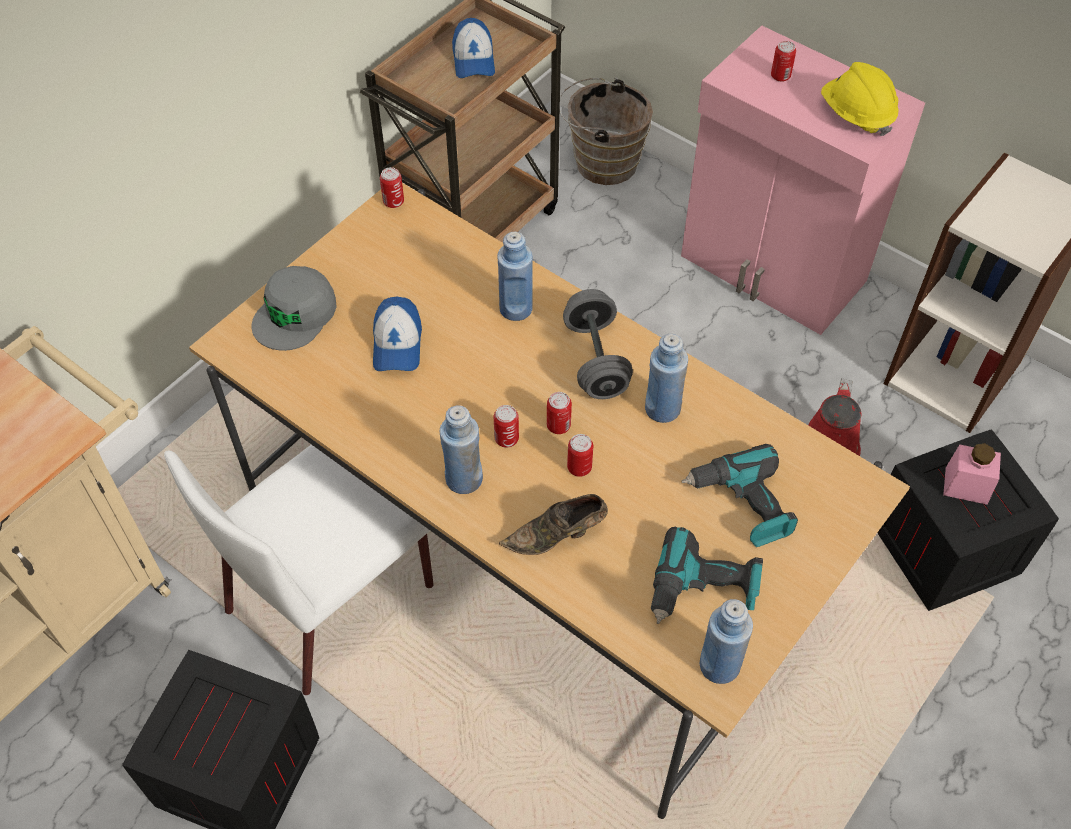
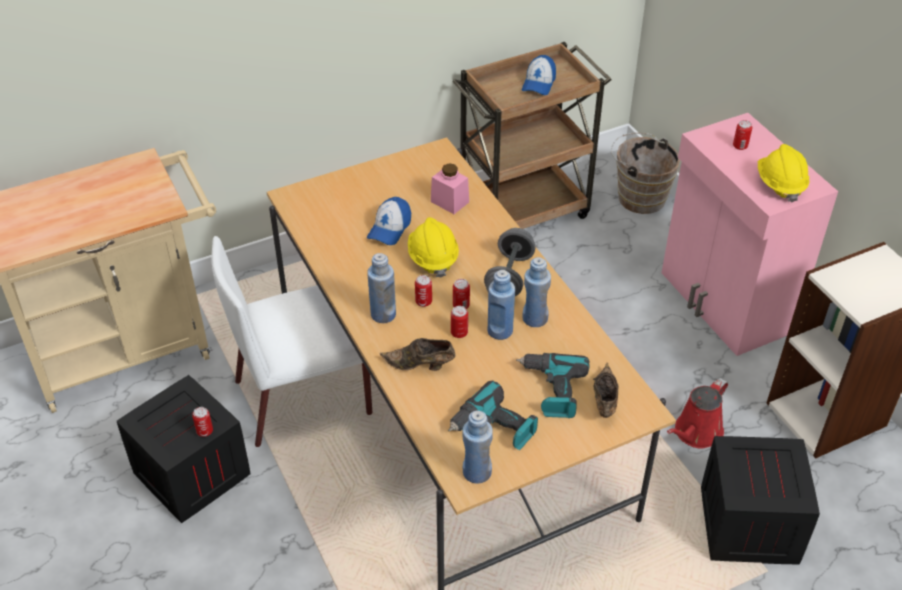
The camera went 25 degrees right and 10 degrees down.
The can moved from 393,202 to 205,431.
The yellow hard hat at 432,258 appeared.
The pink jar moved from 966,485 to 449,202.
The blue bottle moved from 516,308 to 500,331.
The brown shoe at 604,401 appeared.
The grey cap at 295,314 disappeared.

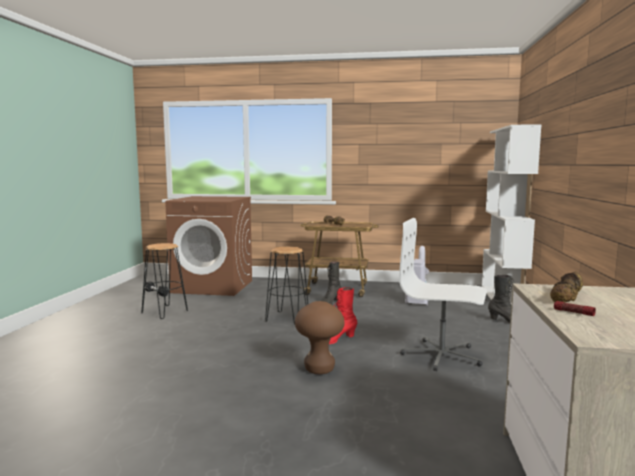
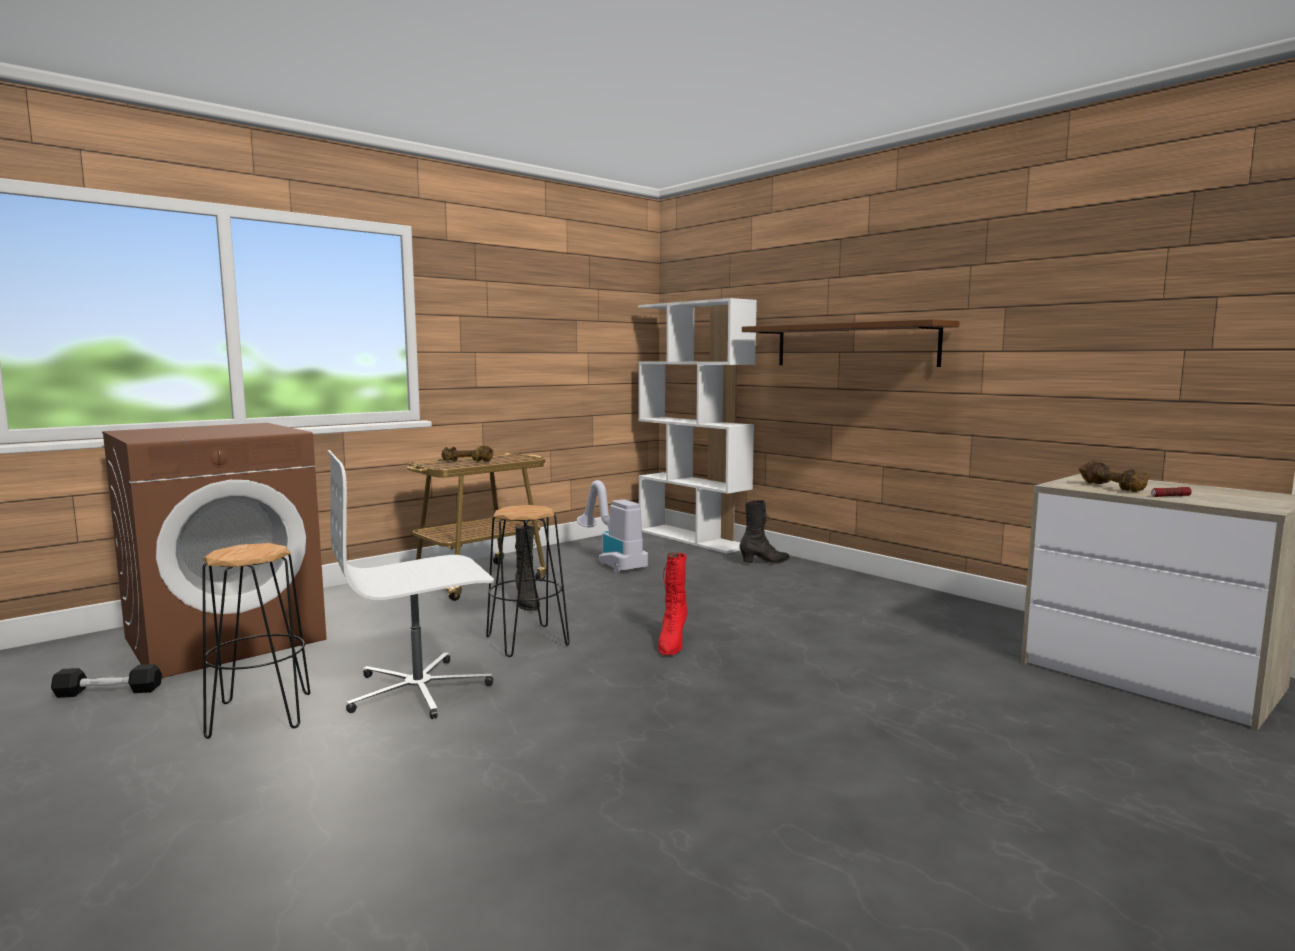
The camera went 50 degrees left and 0 degrees up.
The white office chair moved from 441,356 to 419,690.
The brown shelf at 854,345 appeared.
The brown stool at 319,369 disappeared.

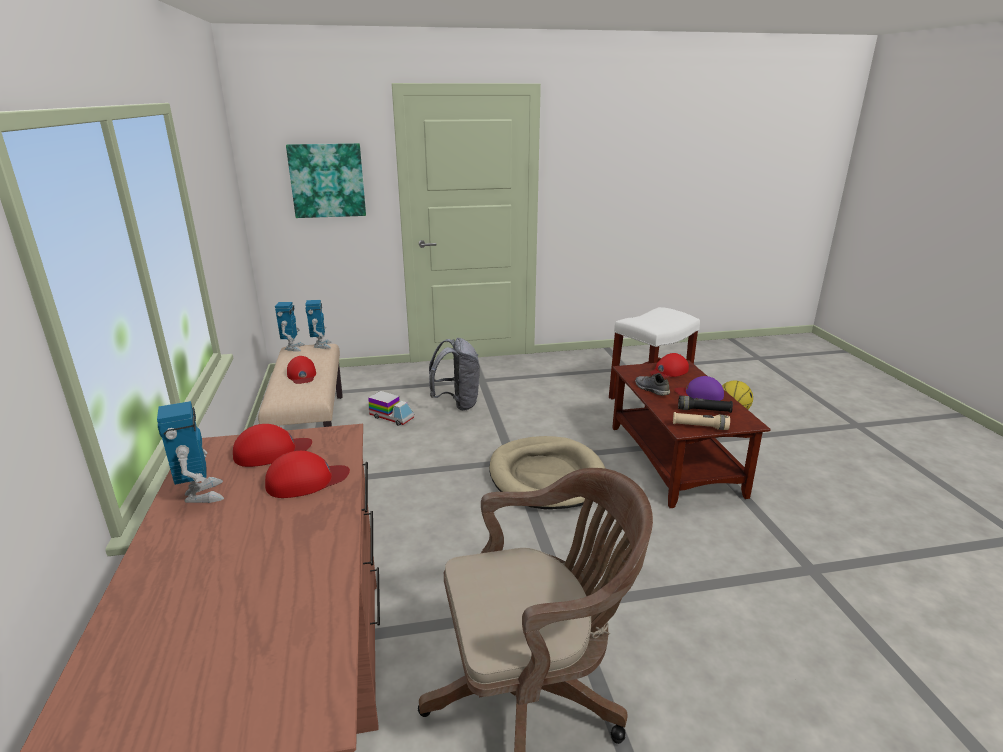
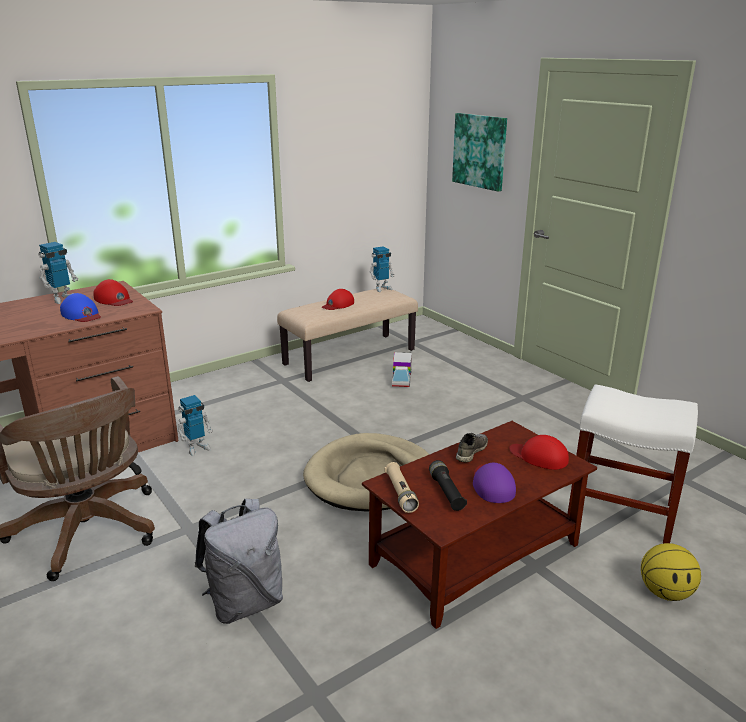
The camera went 65 degrees right and 0 degrees up.
The red cap at 306,480 became the blue cap at 81,314.
The toy robot moved from 321,345 to 197,448.
The grey backpack moved from 457,403 to 245,602.

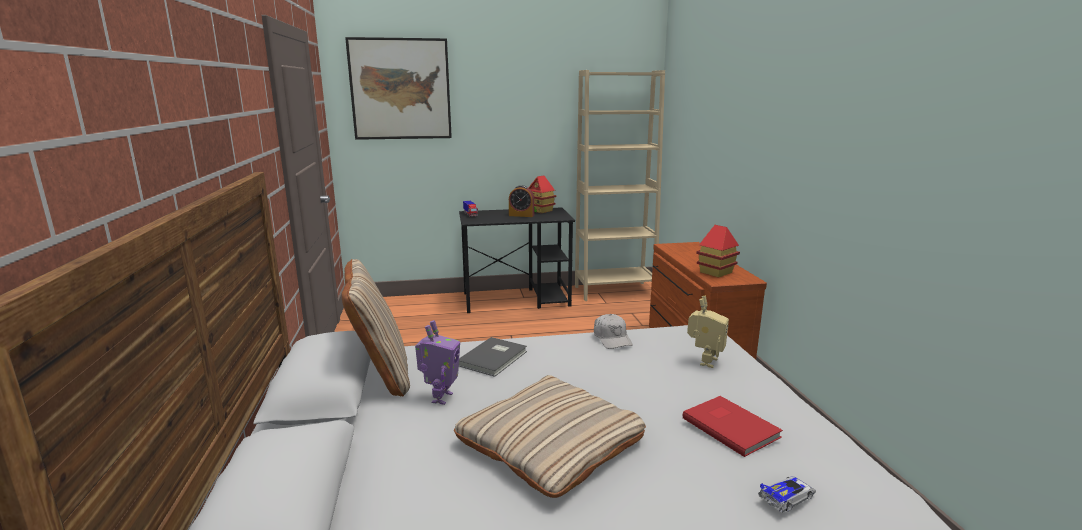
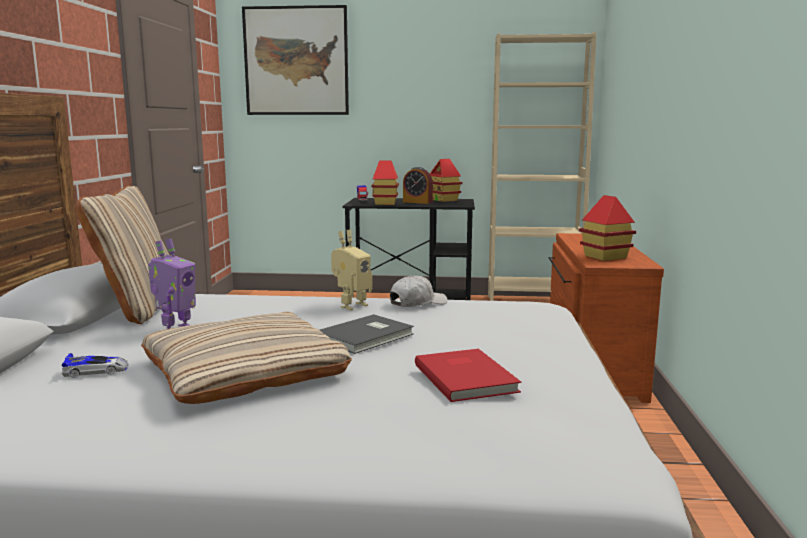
The camera went 15 degrees right and 5 degrees down.
The toy car moved from 788,496 to 96,371.
The grey book moved from 494,358 to 367,337.
The toy robot moved from 704,361 to 351,305.
The toy house at 385,203 appeared.
The white cap at 612,339 turned 120 degrees counterclockwise.

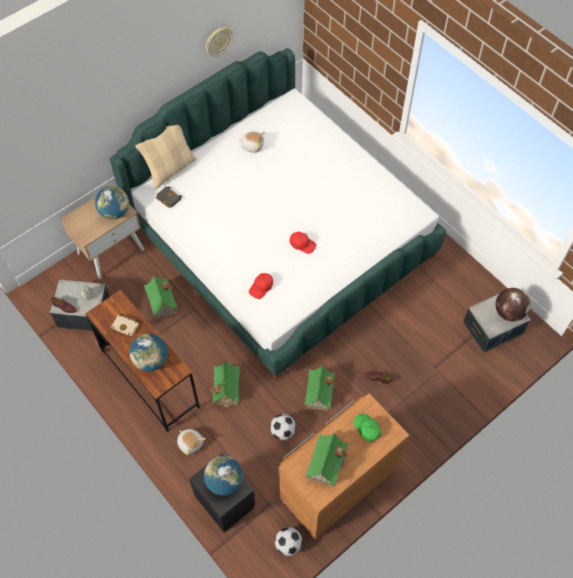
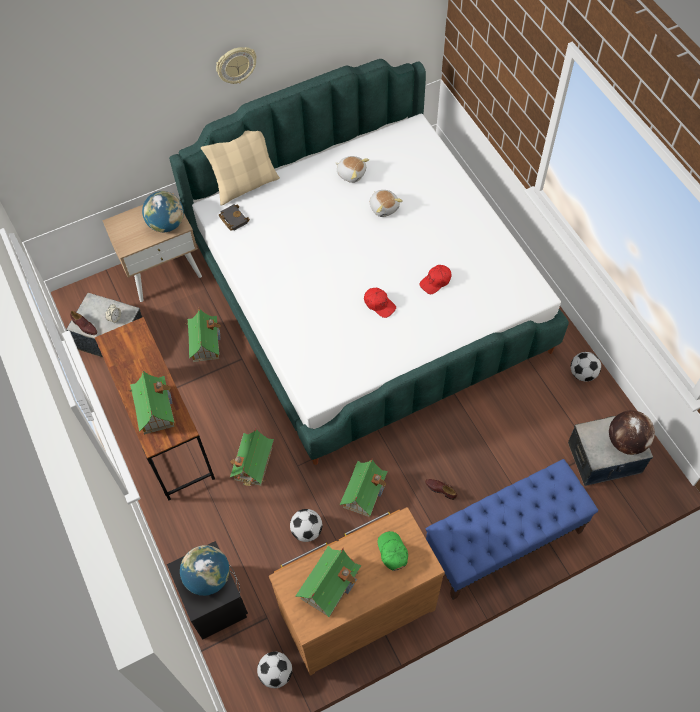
The camera went 15 degrees right and 0 degrees up.
The globe at 151,360 was replaced by the toy house at 155,409.
The wall clock moved from 218,41 to 236,65.
The plush toy moved from 190,443 to 384,207.
The red cap moved from 261,287 to 436,281.
The blue bench at 503,542 appeared.
The football at 582,373 appeared.
The beige book at 126,326 disappeared.

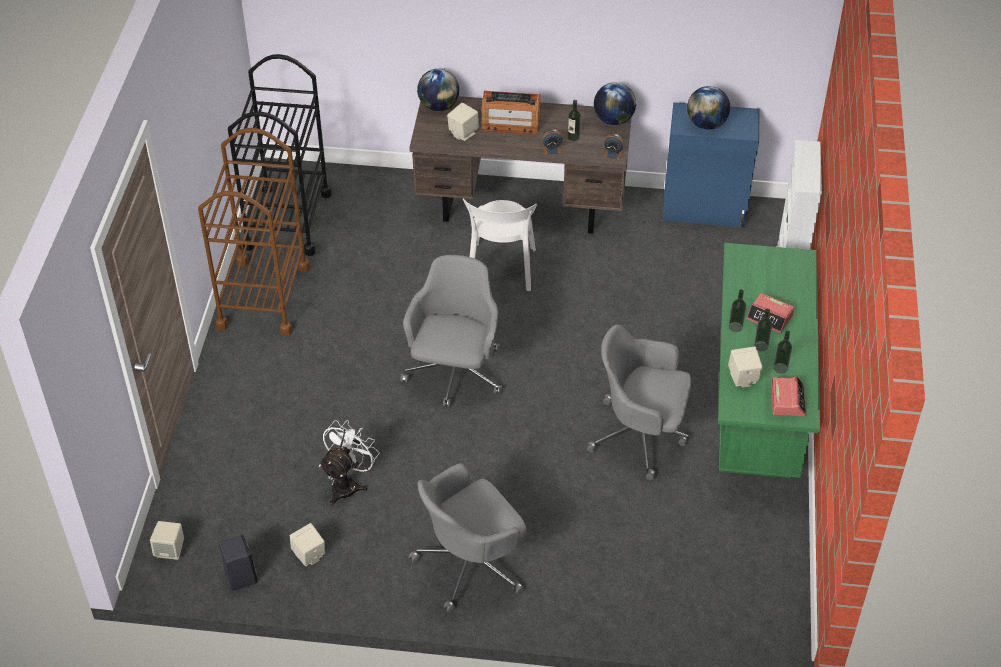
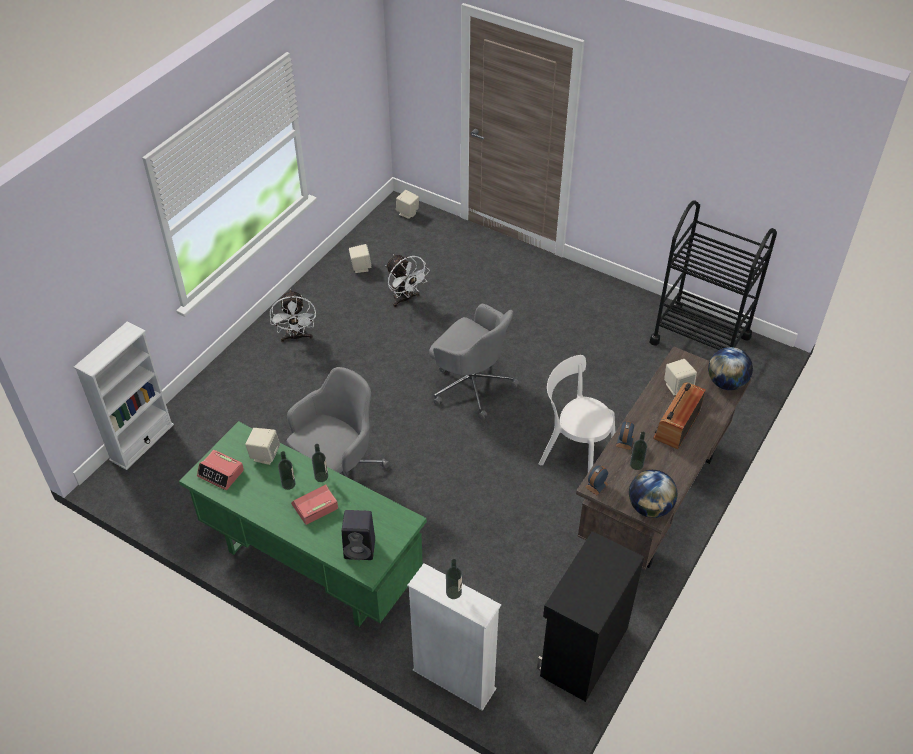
The camera went 115 degrees right and 0 degrees up.
The white bookcase at 141,442 appeared.
The grey office chair at 471,564 was replaced by the white fan at 296,337.
The black speaker moved from 240,575 to 361,548.
The bottle moved from 780,368 to 453,592.
The blue cabinet at 705,210 became the black cabinet at 582,651.
The brown cart at 263,297 disappeared.
The globe at 706,124 disappeared.

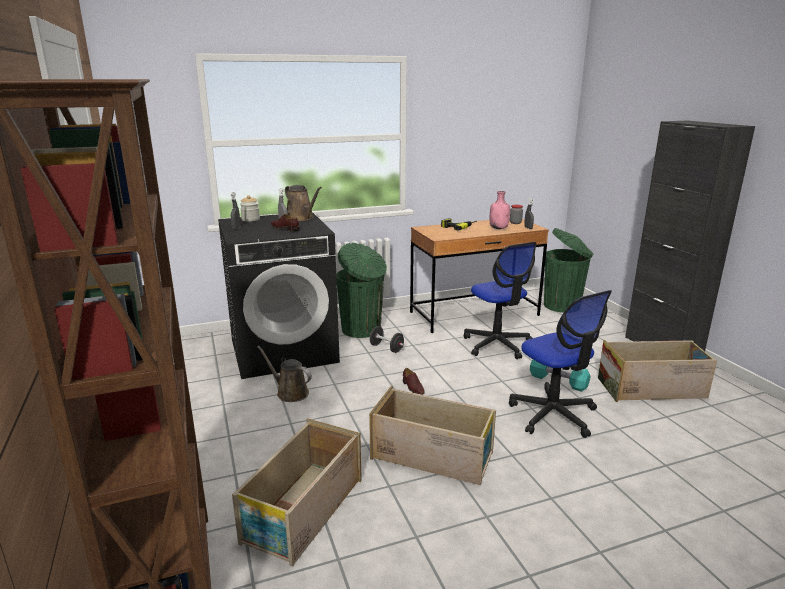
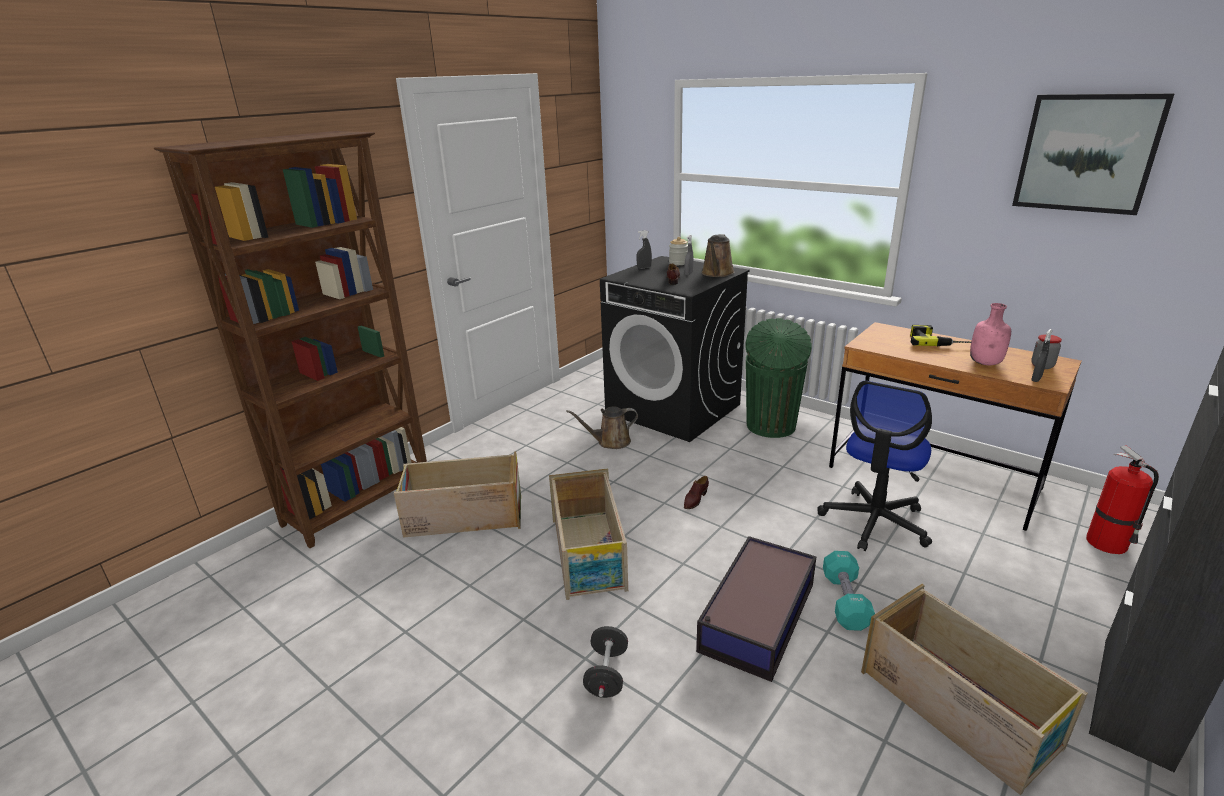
The camera went 60 degrees right and 5 degrees up.
The brown watering can at 290,392 turned 105 degrees counterclockwise.
The black dumbbell moved from 386,348 to 607,674.
The office chair at 553,414 was replaced by the storage box at 756,617.
The picture at 1087,153 appeared.
The green trash can at 563,306 was replaced by the fire extinguisher at 1108,544.

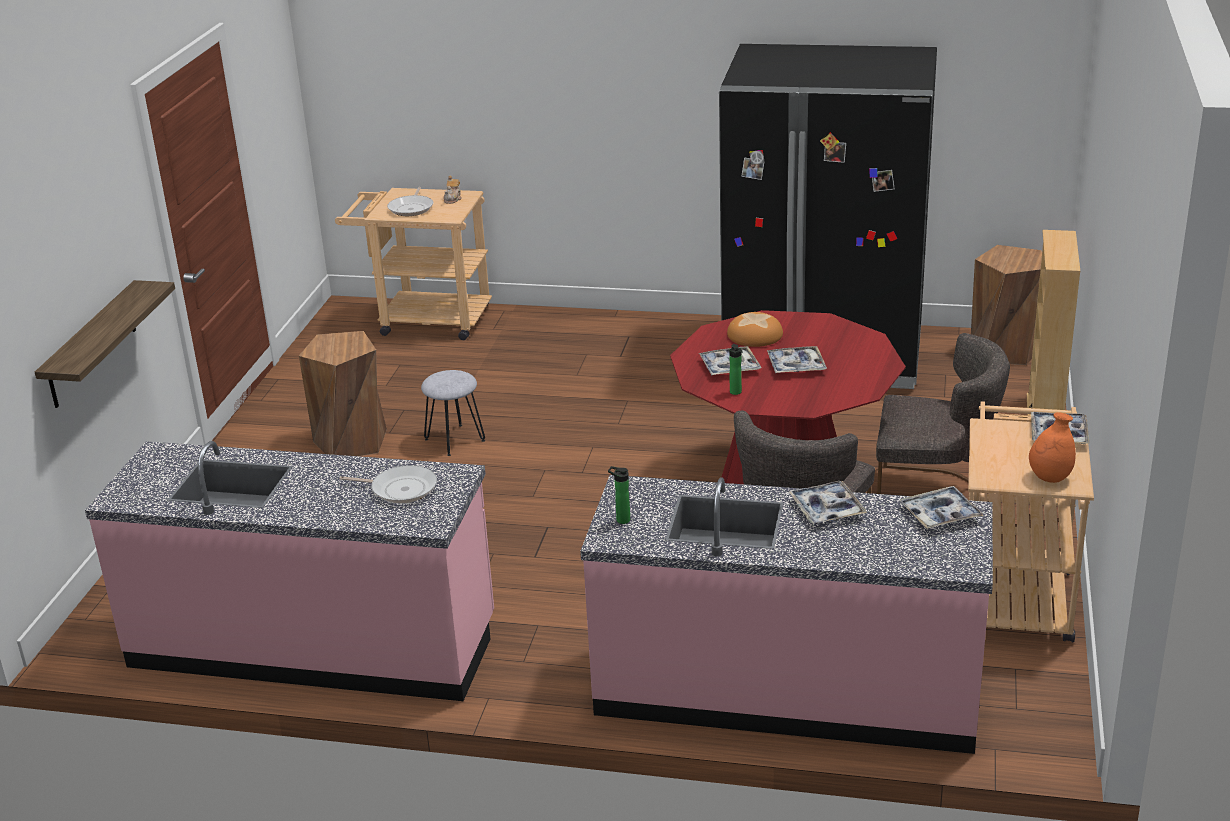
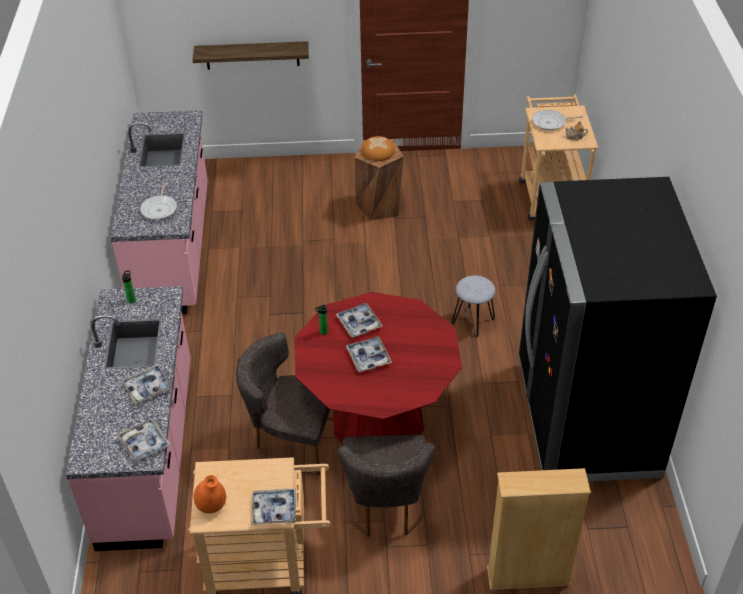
The camera went 75 degrees right and 15 degrees up.
The bread moved from 755,335 to 378,151.
The grey stool moved from 454,440 to 473,321.
The brown stool at 1005,350 disappeared.

